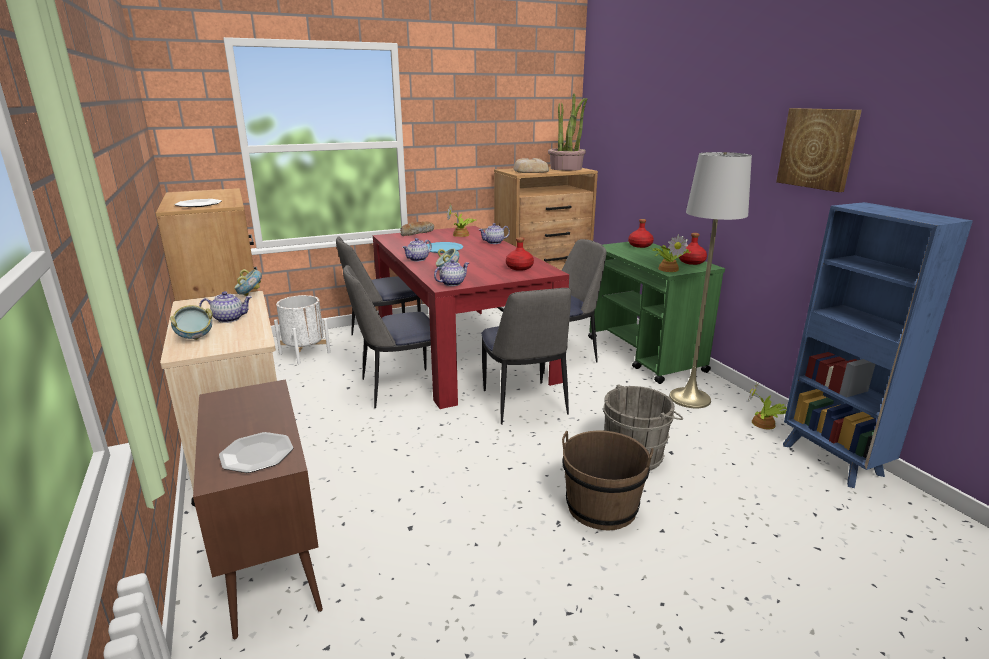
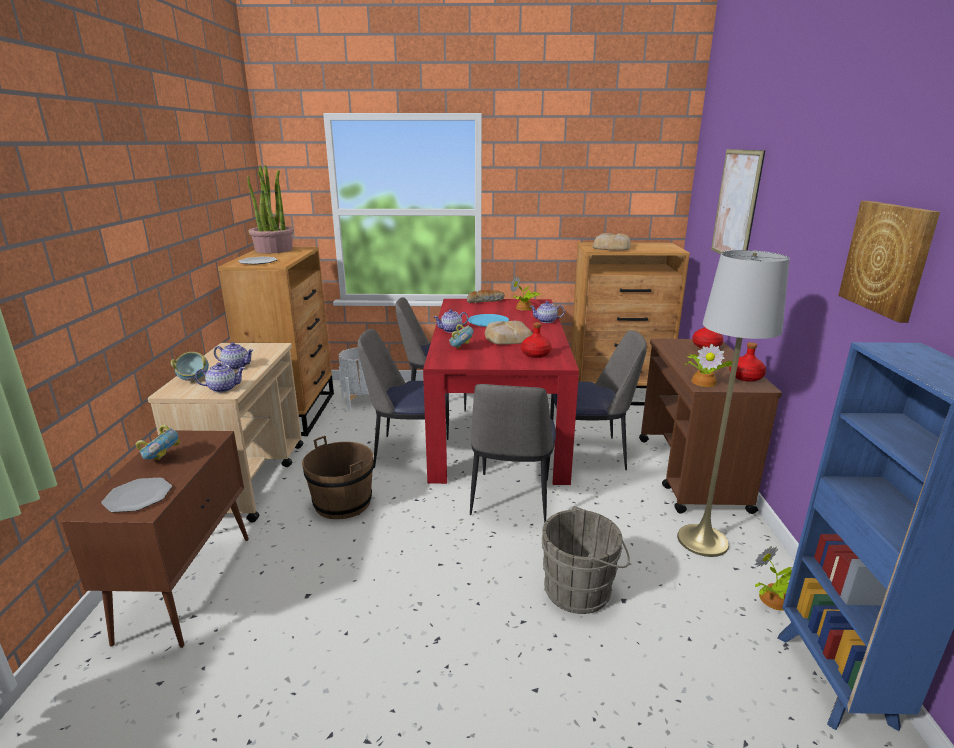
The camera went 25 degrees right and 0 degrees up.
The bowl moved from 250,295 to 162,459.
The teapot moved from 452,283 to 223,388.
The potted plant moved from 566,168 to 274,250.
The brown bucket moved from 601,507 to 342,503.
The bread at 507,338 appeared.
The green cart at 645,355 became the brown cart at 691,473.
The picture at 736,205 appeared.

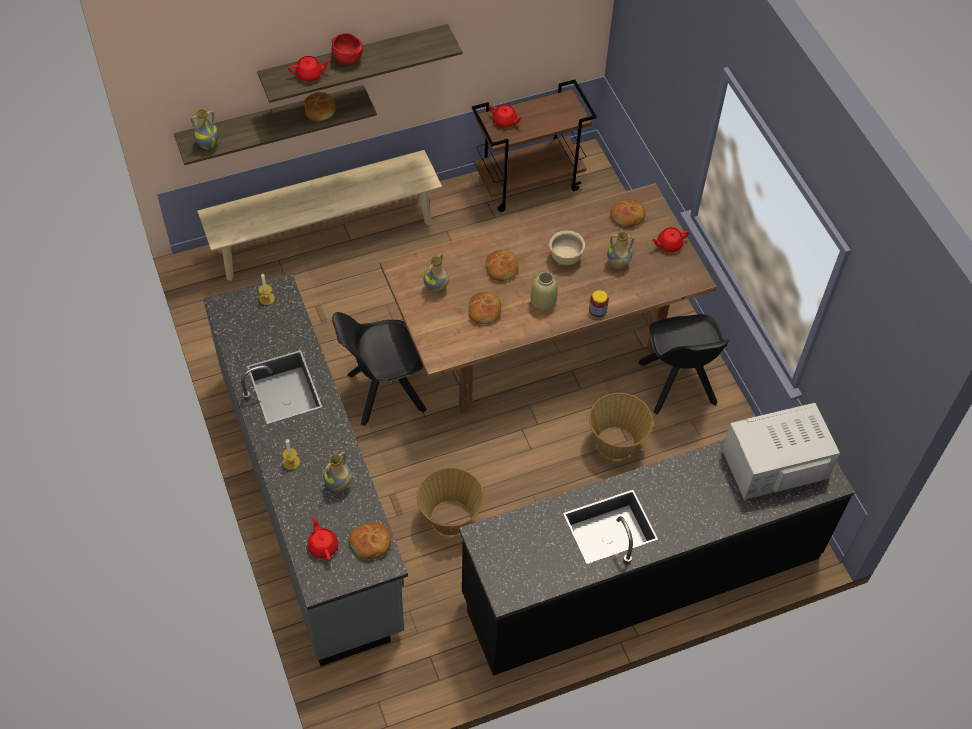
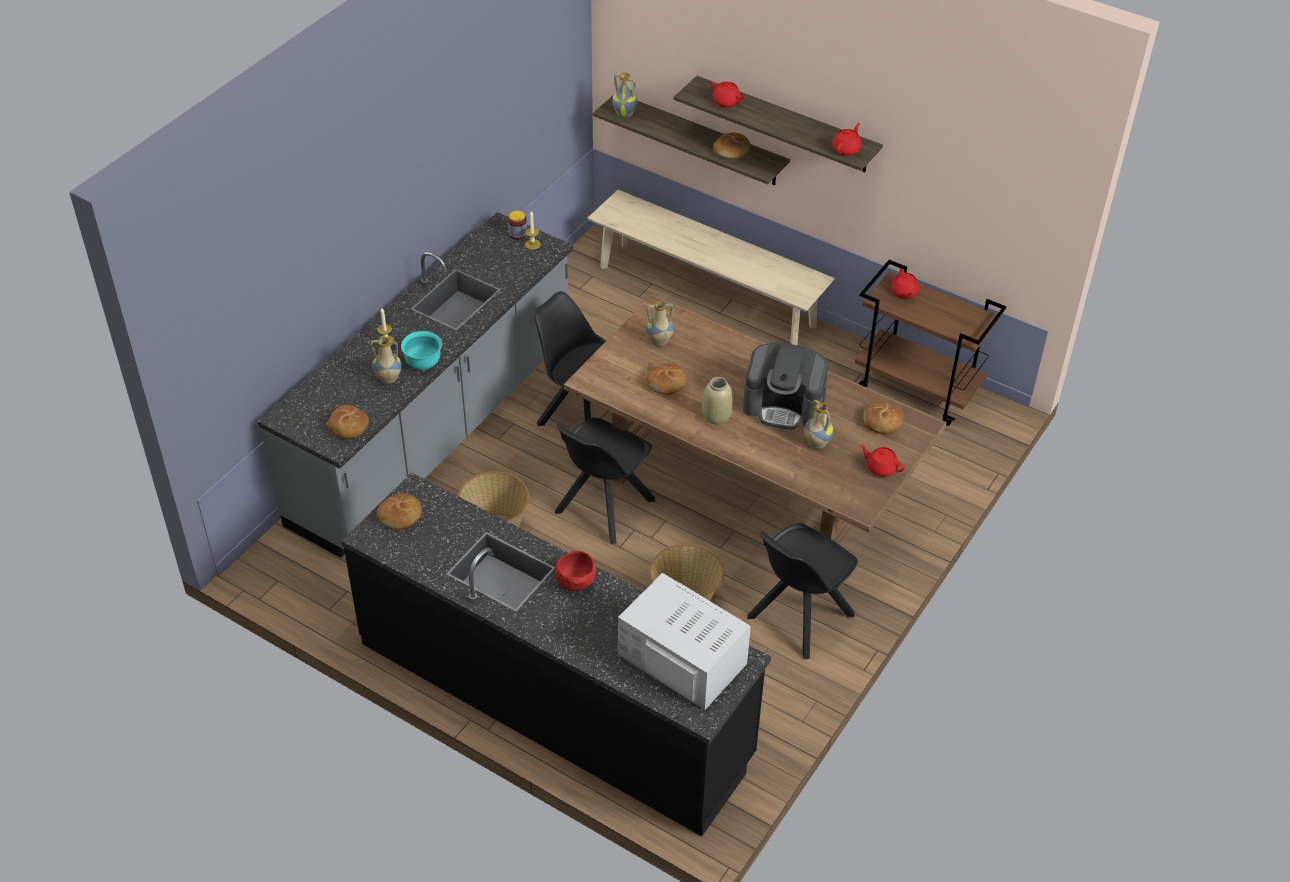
The camera went 55 degrees right and 10 degrees down.
The bread moved from 502,268 to 400,516.
The turquoise bowl at 423,363 appeared.
The jar moved from 597,309 to 517,234.
The black chair at 603,508 appeared.
The red bowl moved from 346,59 to 575,582.
The beige bowl at 565,258 was replaced by the coffee machine at 784,405.
The red teapot moved from 323,546 to 846,149.

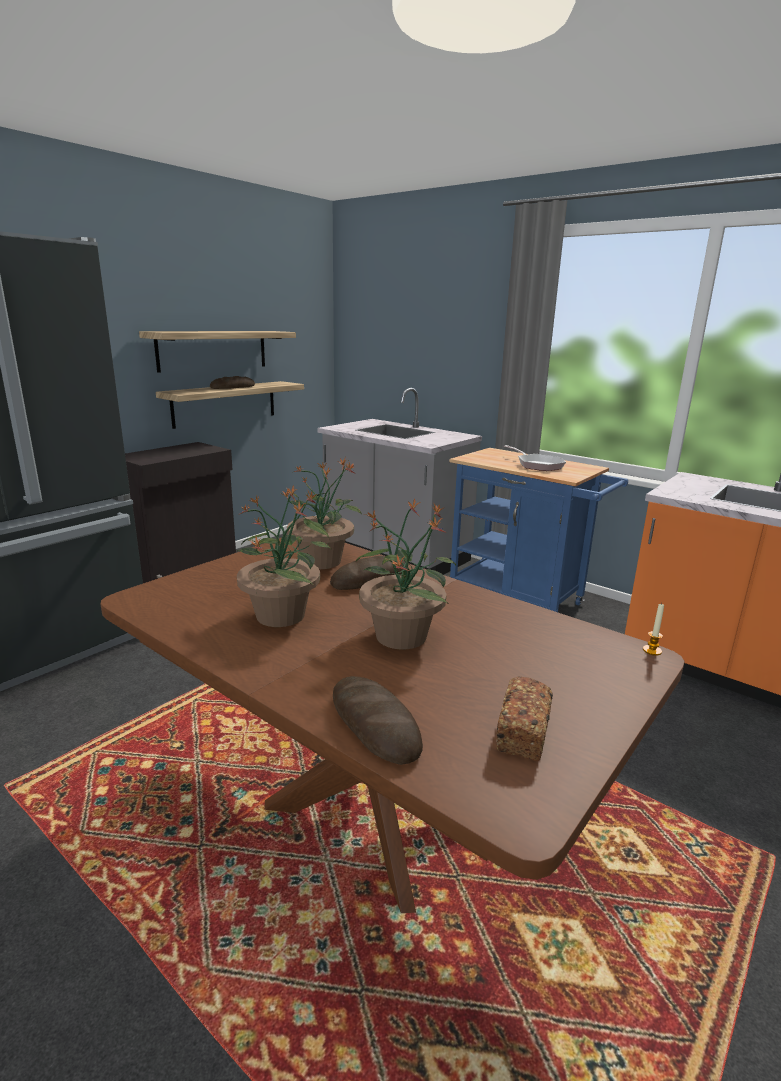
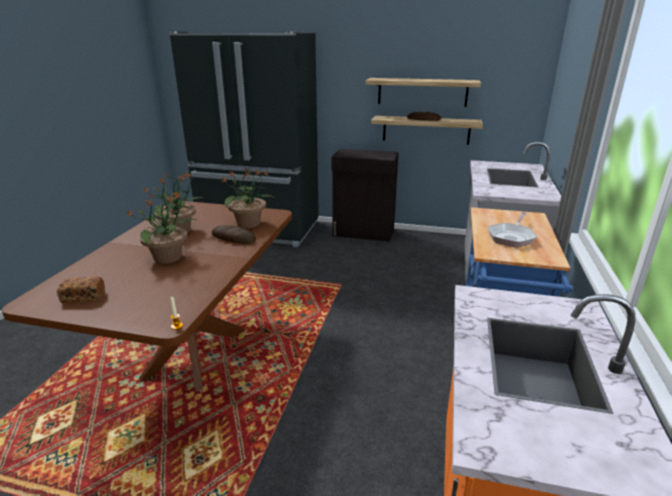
The camera went 65 degrees right and 5 degrees up.
The bread at 374,724 disappeared.

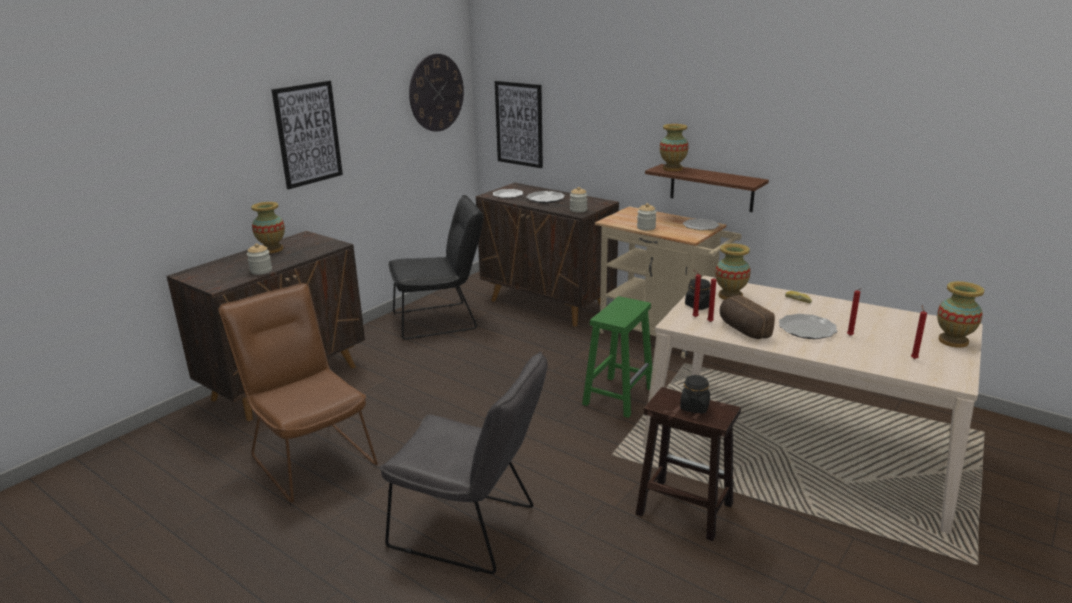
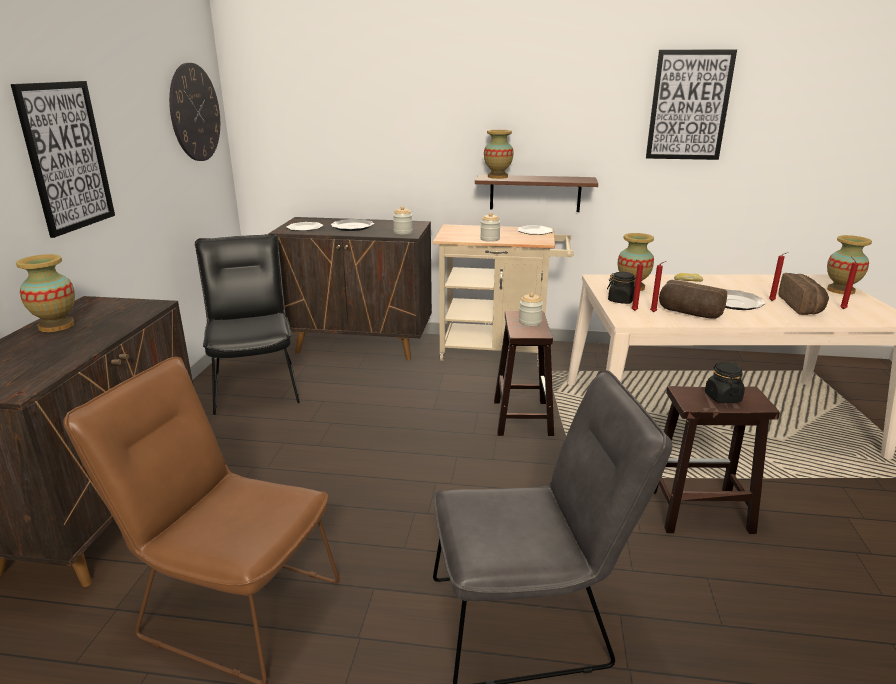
The camera went 30 degrees left and 0 degrees up.
The black chair at 441,320 turned 60 degrees counterclockwise.
The green stool at 618,396 became the brown stool at 522,417.
The jar moved from 261,271 to 530,322.
The picture moved from 519,124 to 689,106.
The bread at 802,306 appeared.

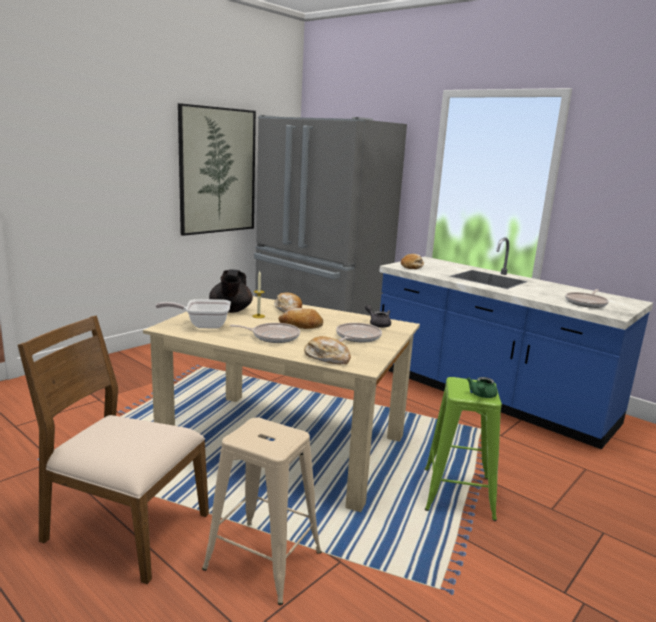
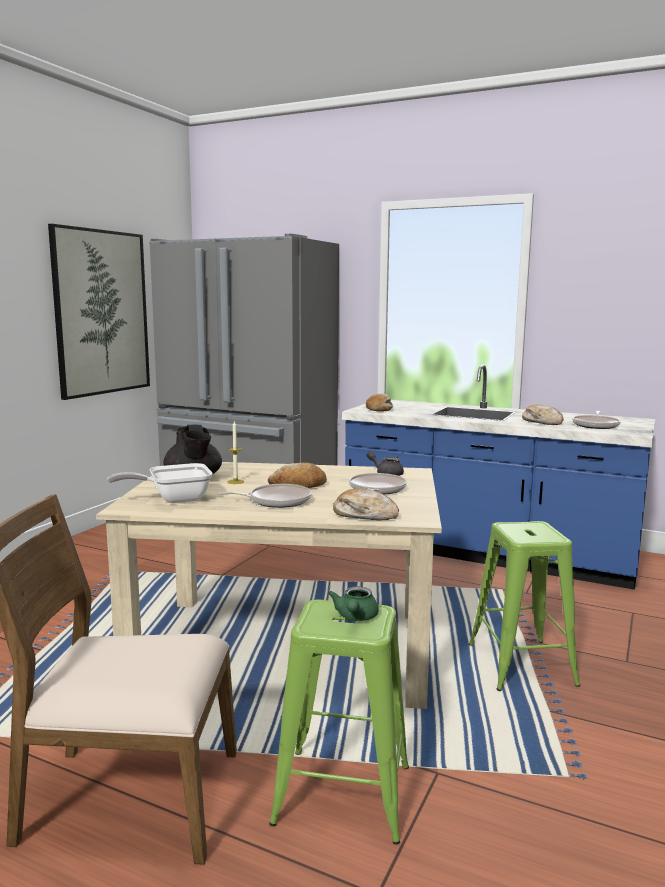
The camera went 15 degrees left and 5 degrees down.
The beige stool at 264,561 became the green stool at 344,794.
The green teapot moved from 481,395 to 355,617.
The bread moved from 288,309 to 542,422.

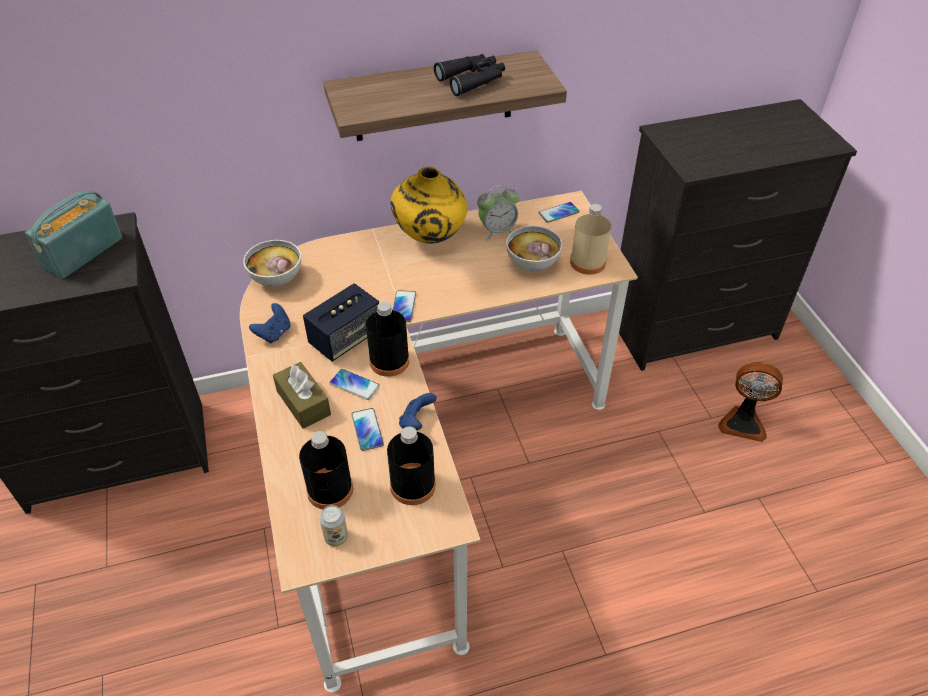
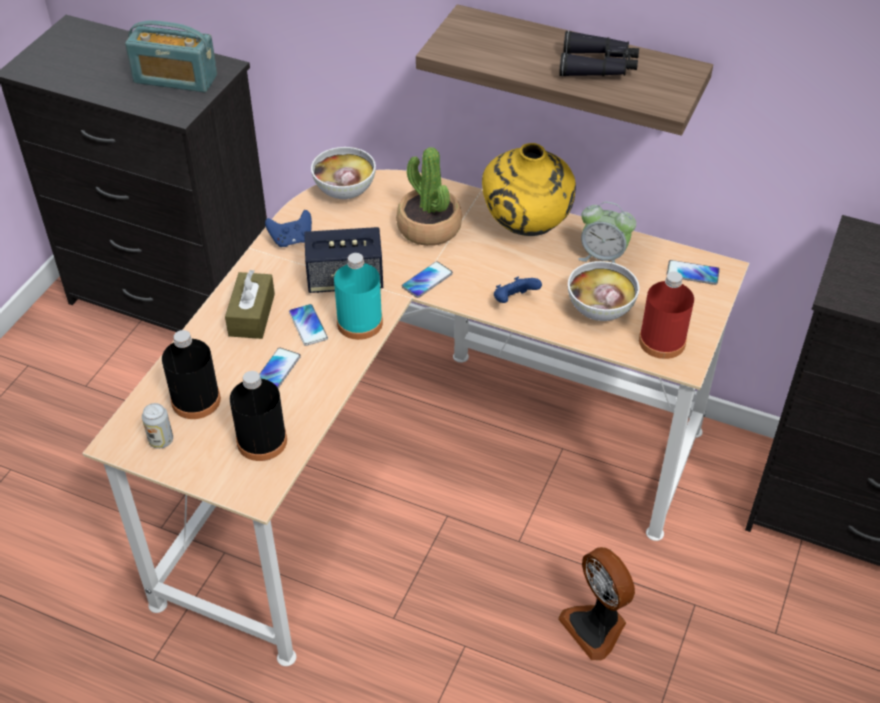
The camera went 40 degrees right and 0 degrees up.
The radio at 83,253 turned 150 degrees counterclockwise.
The black bottle at 389,361 became the turquoise bottle at 359,323.
The potted plant at 429,227 appeared.
The blue game controller moved from 416,421 to 514,301.
The fan moved from 743,422 to 596,626.
The beige bottle at 587,262 became the red bottle at 662,341.

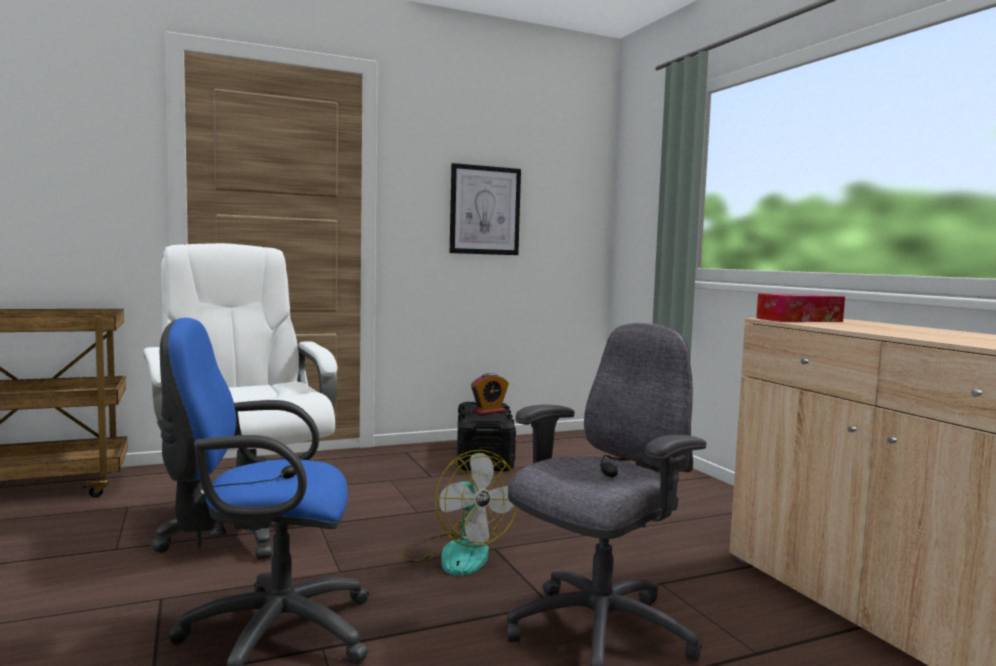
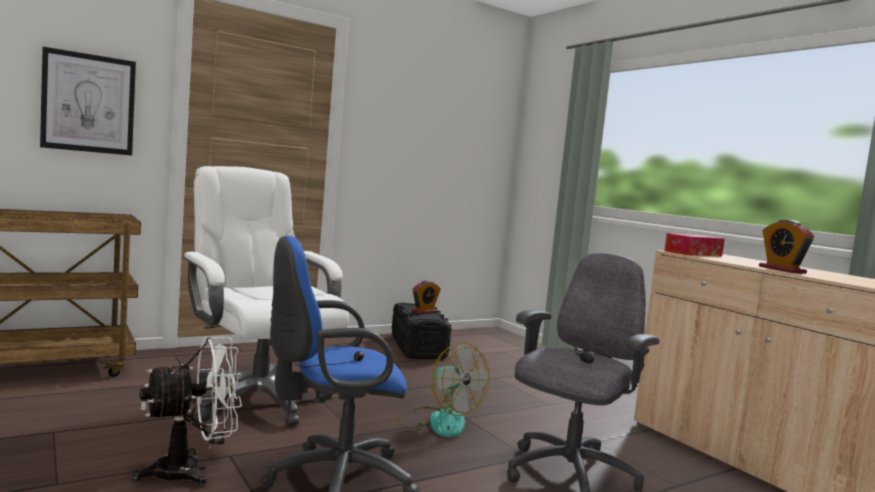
The camera went 10 degrees left and 0 degrees up.
The picture moved from 485,210 to 89,103.
The white fan at 191,471 appeared.
The alarm clock at 782,270 appeared.

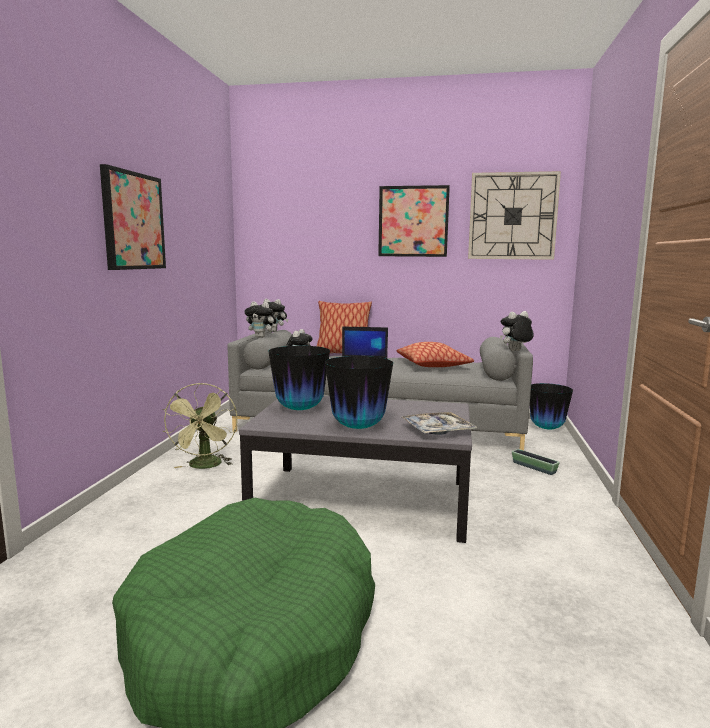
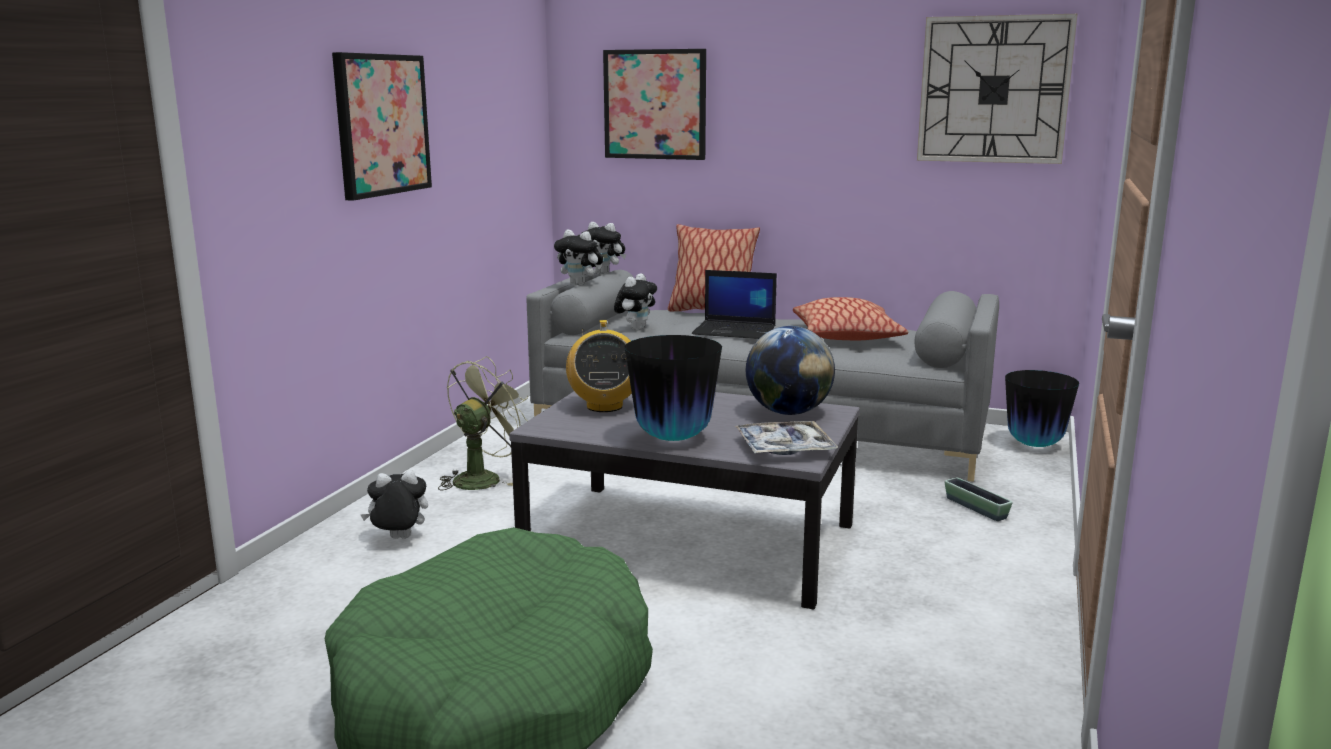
The camera went 10 degrees right and 5 degrees up.
The plush toy moved from 515,351 to 398,539.
The green fan at 205,466 turned 150 degrees counterclockwise.
The vase at 300,409 was replaced by the radio at 604,406.
The picture moved from 413,221 to 655,104.
The globe at 788,412 appeared.

